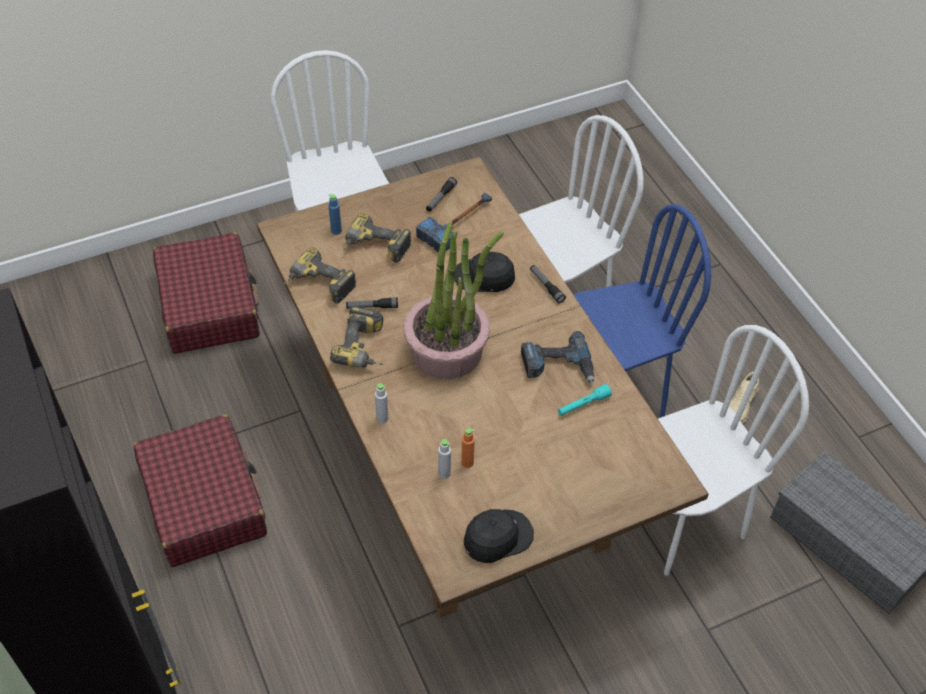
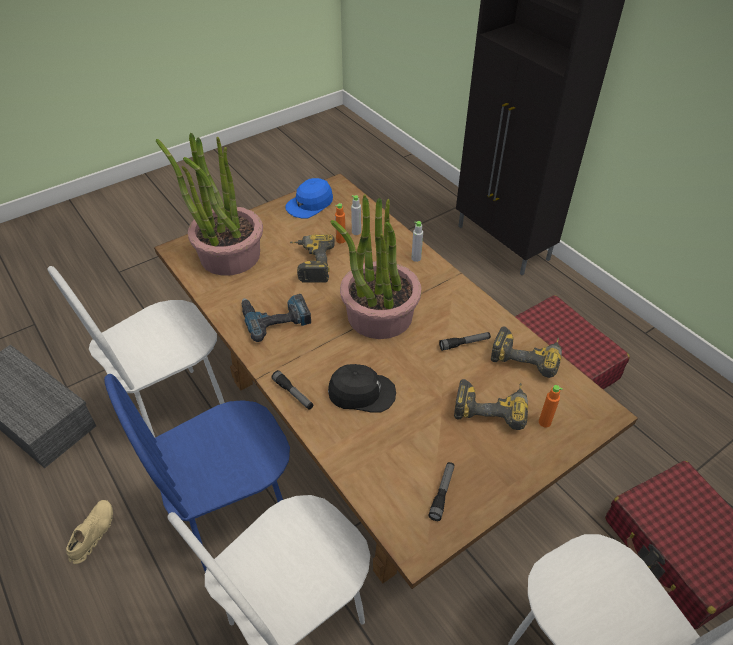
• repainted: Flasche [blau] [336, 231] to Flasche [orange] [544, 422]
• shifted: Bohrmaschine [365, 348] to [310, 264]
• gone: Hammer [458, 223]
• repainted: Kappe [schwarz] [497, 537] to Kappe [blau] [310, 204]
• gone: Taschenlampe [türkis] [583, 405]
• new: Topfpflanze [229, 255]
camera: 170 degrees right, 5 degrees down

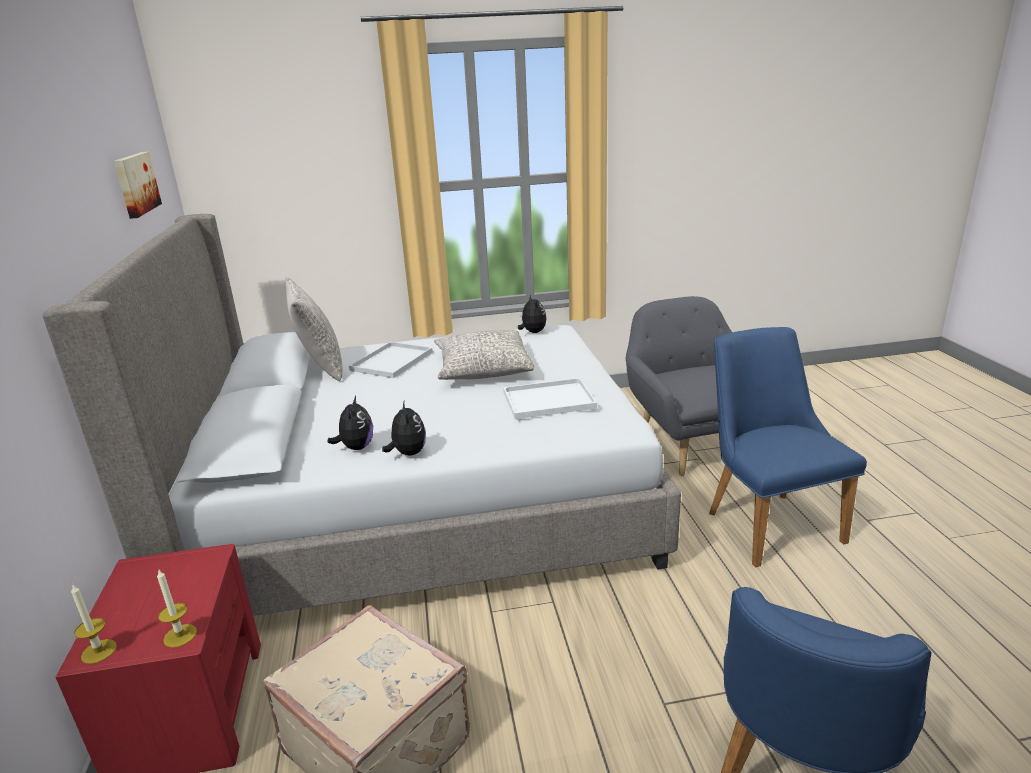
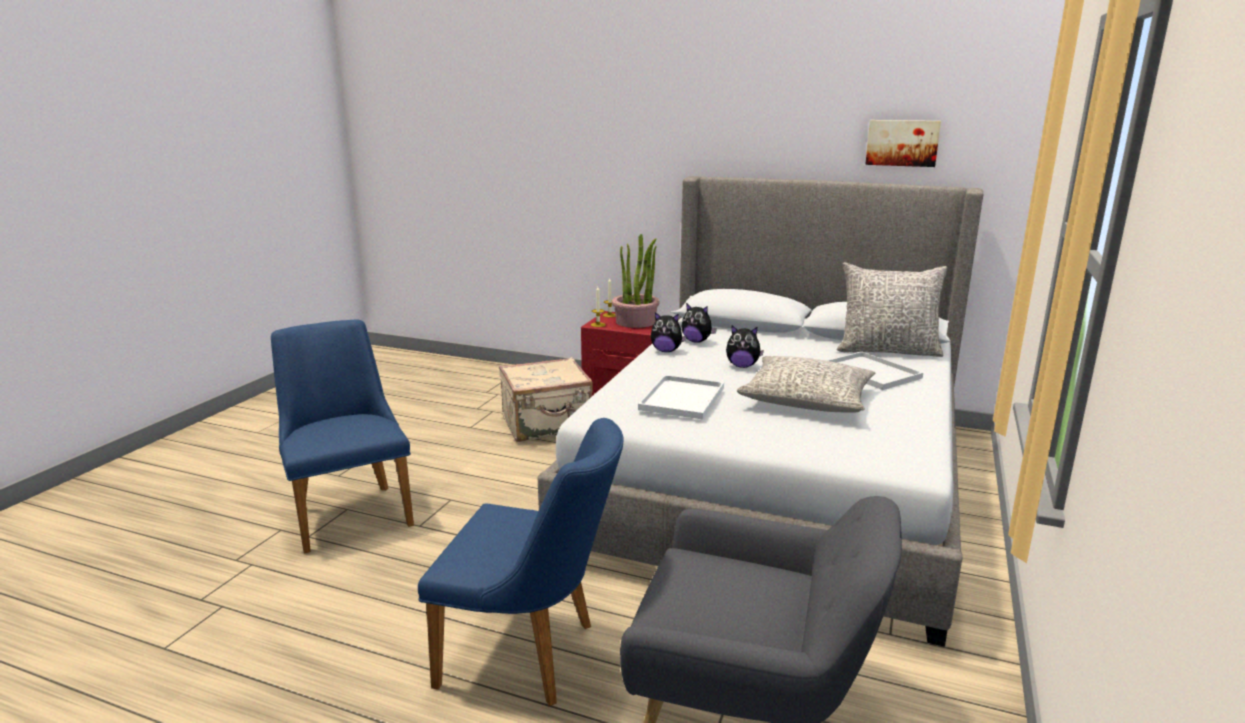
• shifted: Plüschtier [532, 332] to [742, 366]
• new: Topfpflanze [636, 322]
camera: 120 degrees right, 5 degrees down

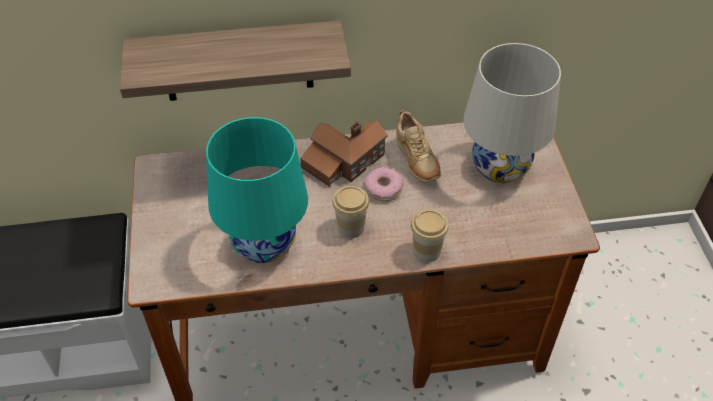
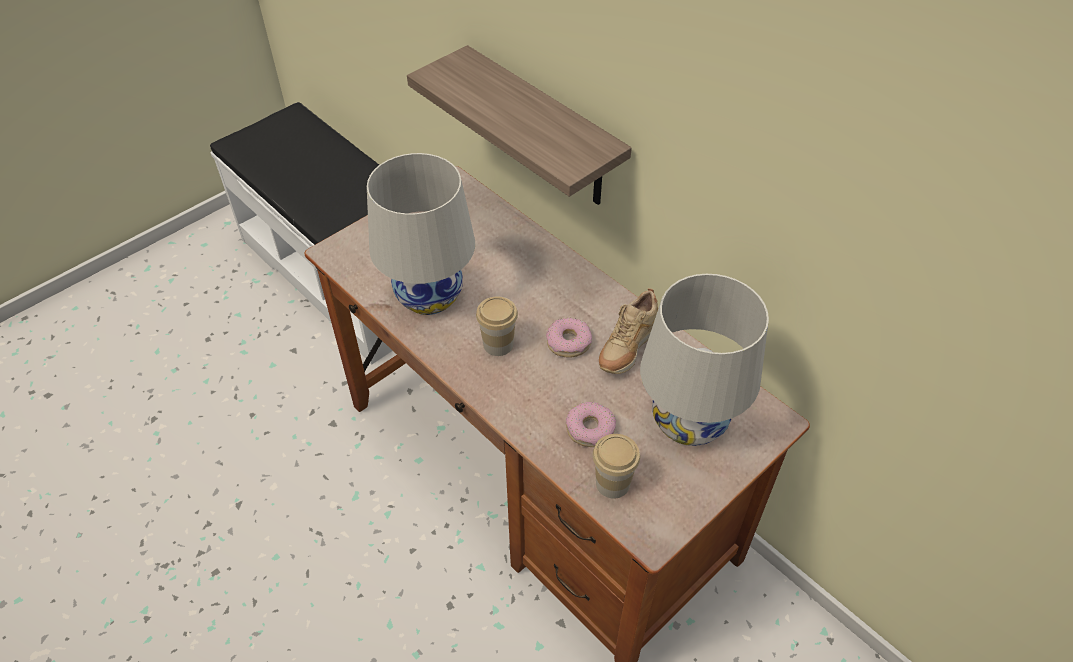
• repainted: Tischlampe [türkis] [264, 243] to Tischlampe [weiß] [429, 295]
• gone: Spielzeughaus [343, 161]
• shifted: Tasse [426, 251] to [612, 483]
• new: Donut [590, 429]
camera: 55 degrees right, 0 degrees up

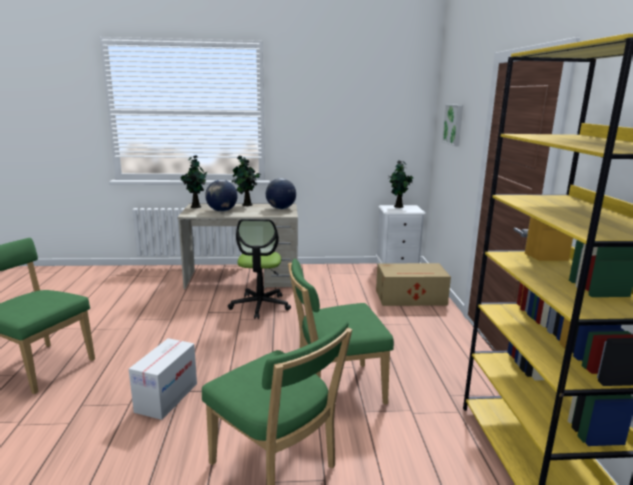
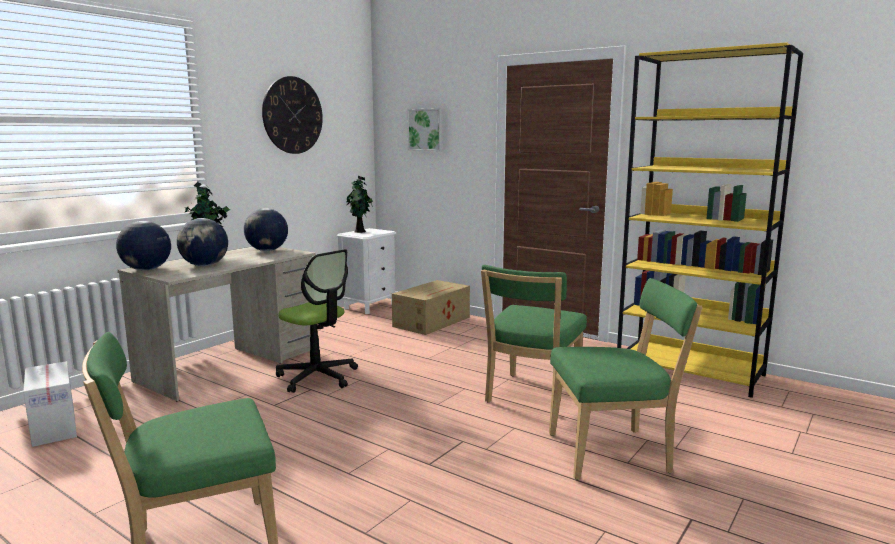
• shifted: Karton [166, 397] to [53, 427]
• swapped: Topfpflanze [195, 206] to Globus [146, 269]
• new: Wanduhr [292, 115]
camera: 50 degrees left, 5 degrees down

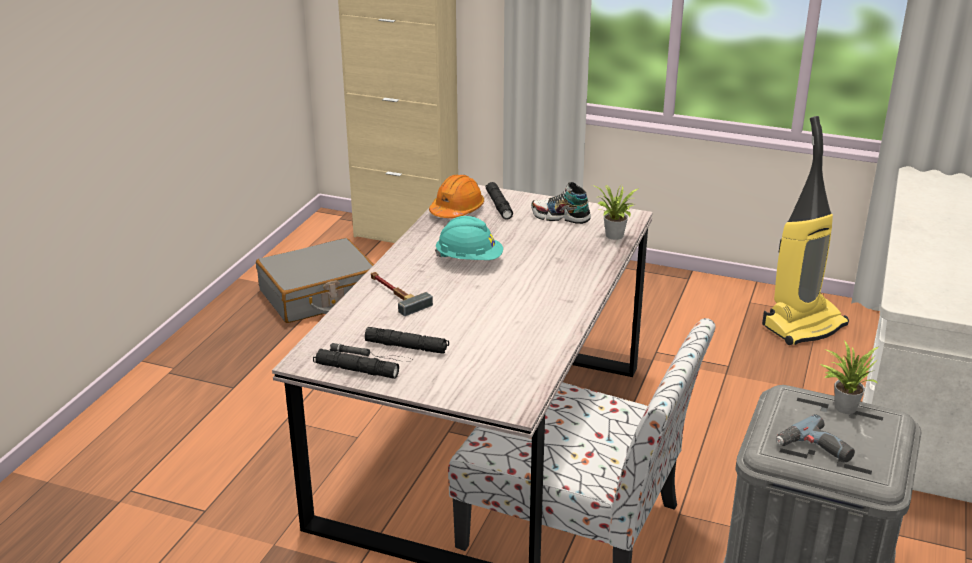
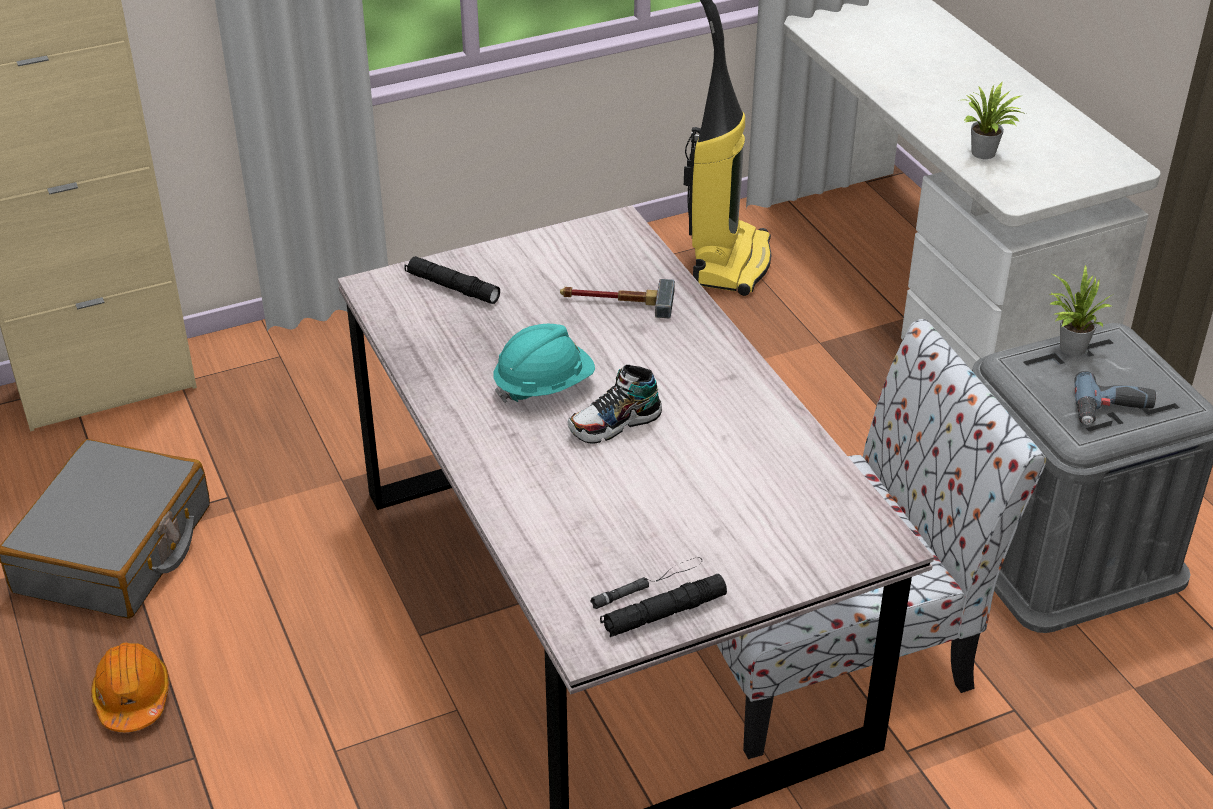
• gone: Taschenlampe [schwarz] [406, 347]
• shifted: Hammer [394, 294] to [616, 301]
• shifted: Schutzhelm [orange] [457, 210] to [132, 698]
• shifted: Schuh [560, 217] to [615, 424]
• shifted: Topfpflanze [614, 236] to [985, 154]
camera: 45 degrees left, 10 degrees up

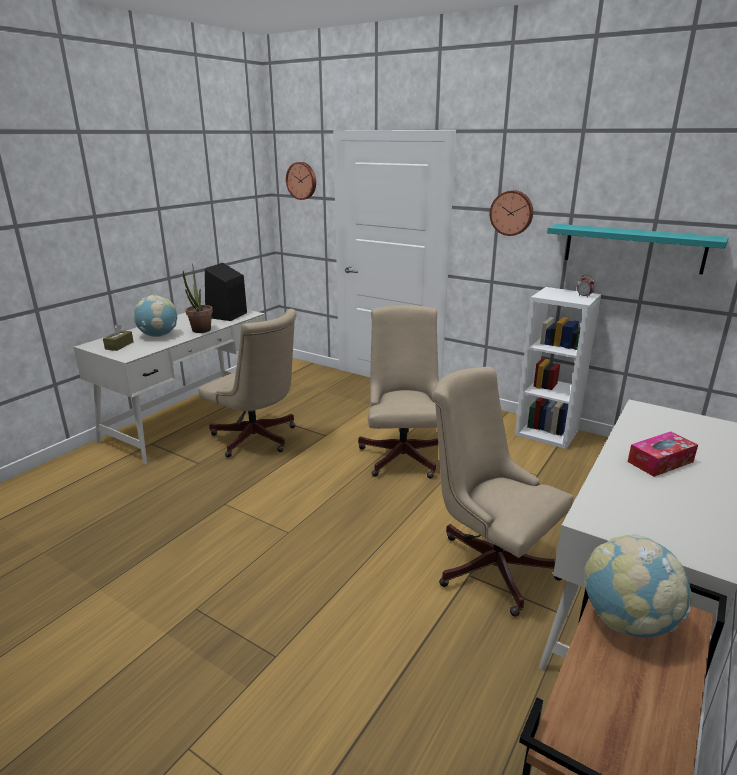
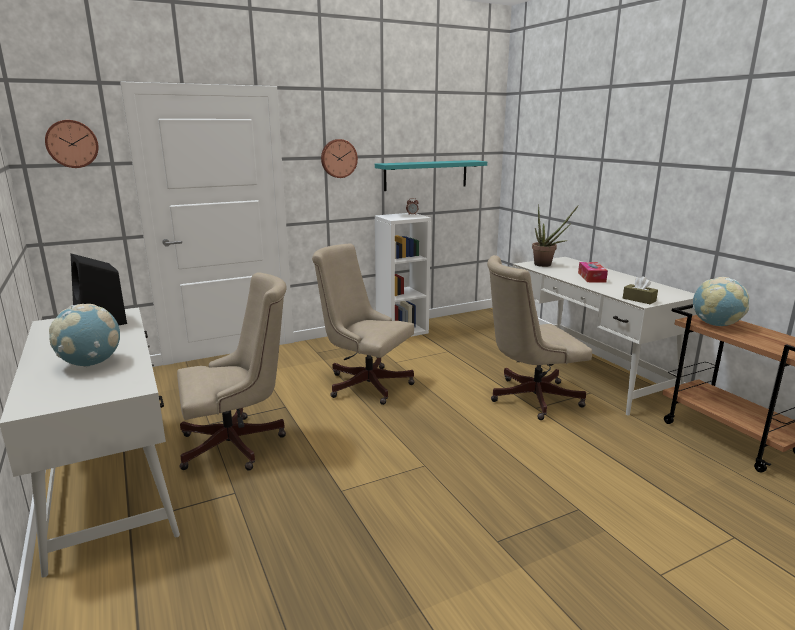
• shifted: Taschentuchbox [braun] [119, 345] to [639, 299]
• shifted: Topfpflanze [200, 331] to [546, 265]
camera: 60 degrees left, 5 degrees down

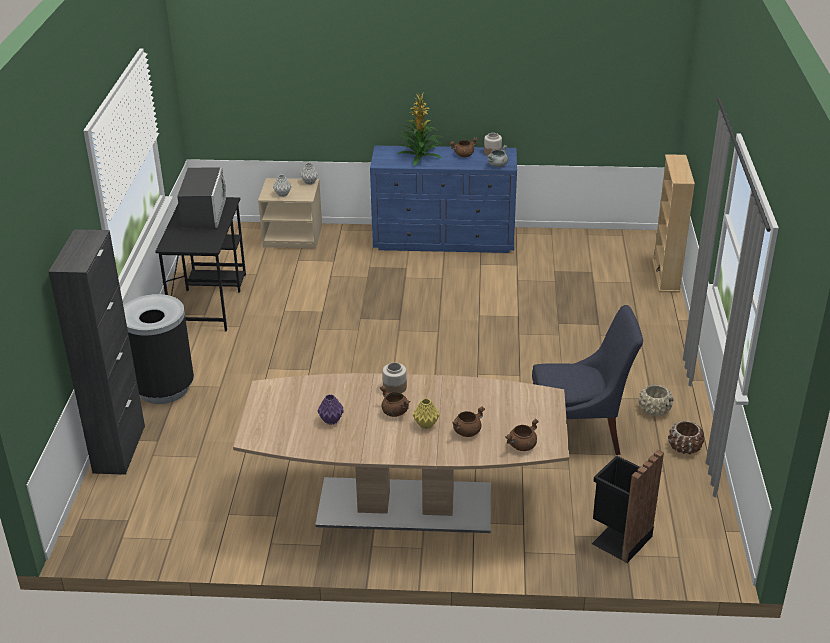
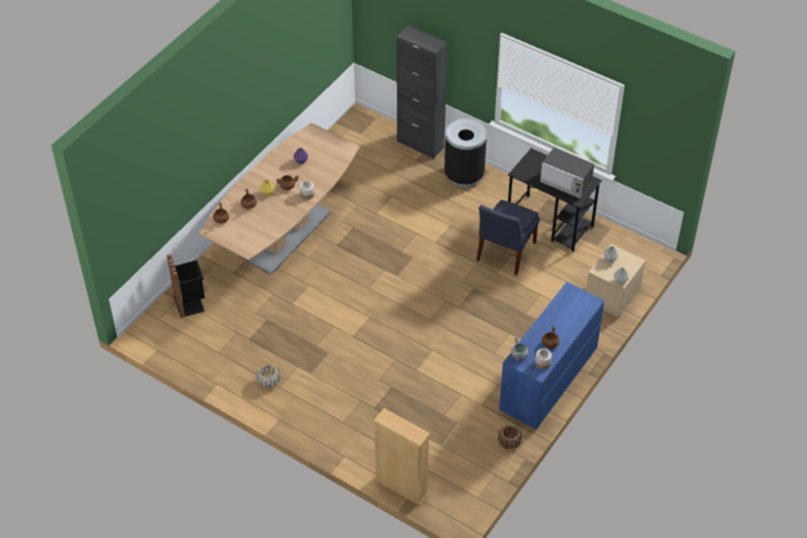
• gone: Topfpflanze [420, 156]
• shifted: Stuhl [blau] [580, 434] to [504, 253]
• shifted: Pflanzkübel [braun] [684, 447] to [509, 442]
camera: 120 degrees right, 15 degrees up

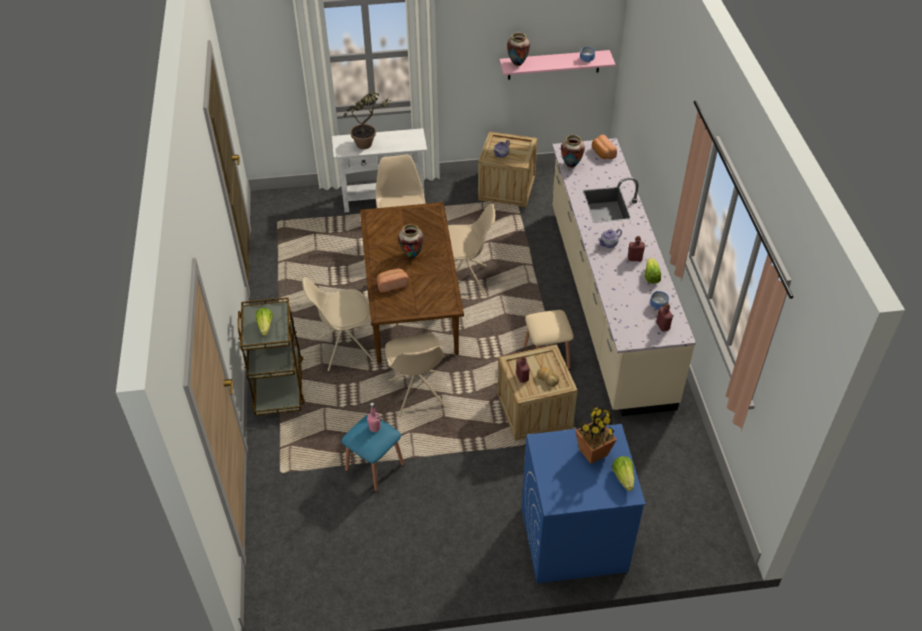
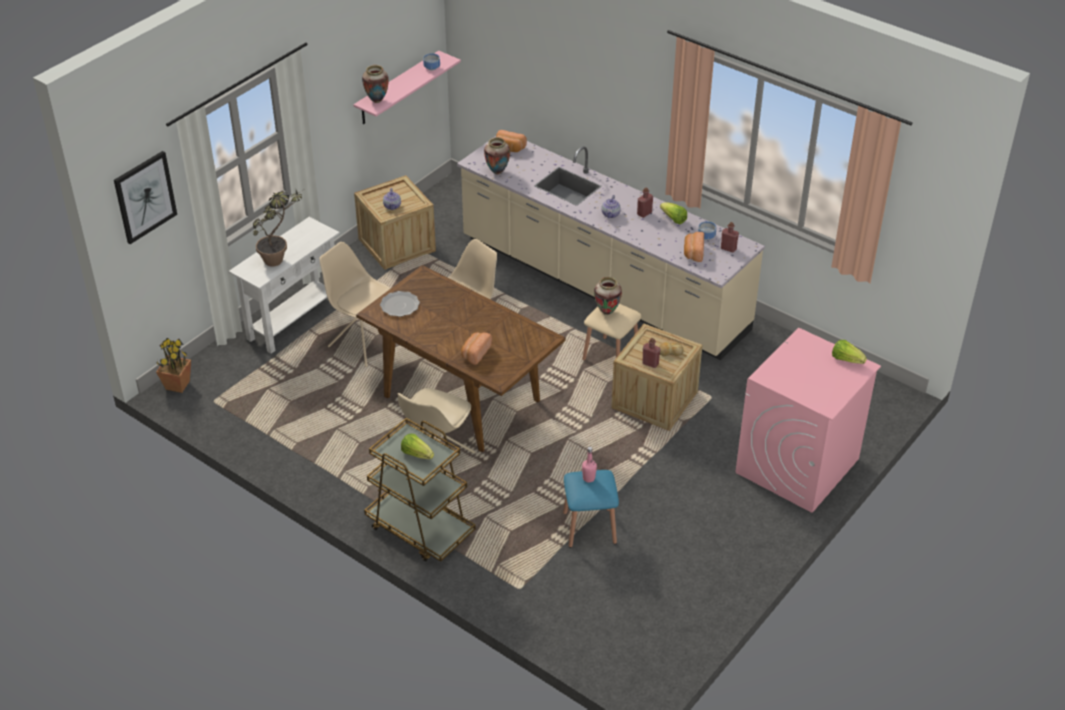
• gone: Stuhl [beige] [417, 395]
• shifted: Vase [412, 255] to [607, 312]
• repainted: Waschmaschine [blau] [572, 539] to Waschmaschine [rosa] [797, 466]
• shifted: Topfpflanze [593, 452] to [177, 385]
• new: Bild [145, 197]
• new: Teller [399, 305]
• new: Brot [693, 253]
camera: 45 degrees left, 5 degrees down

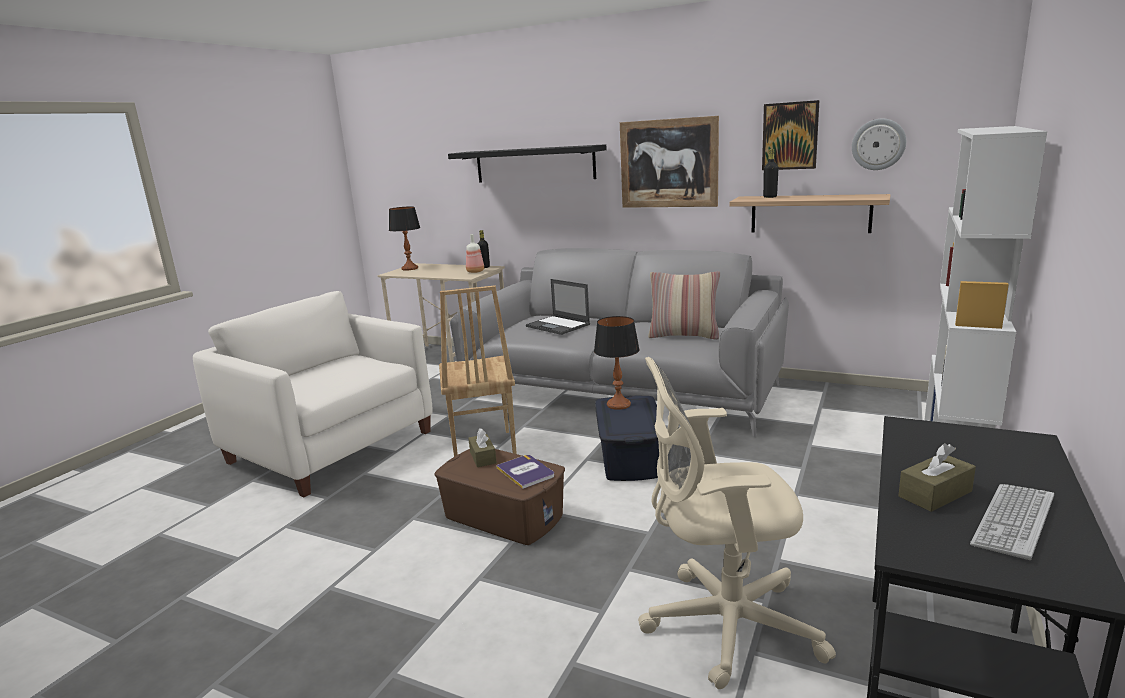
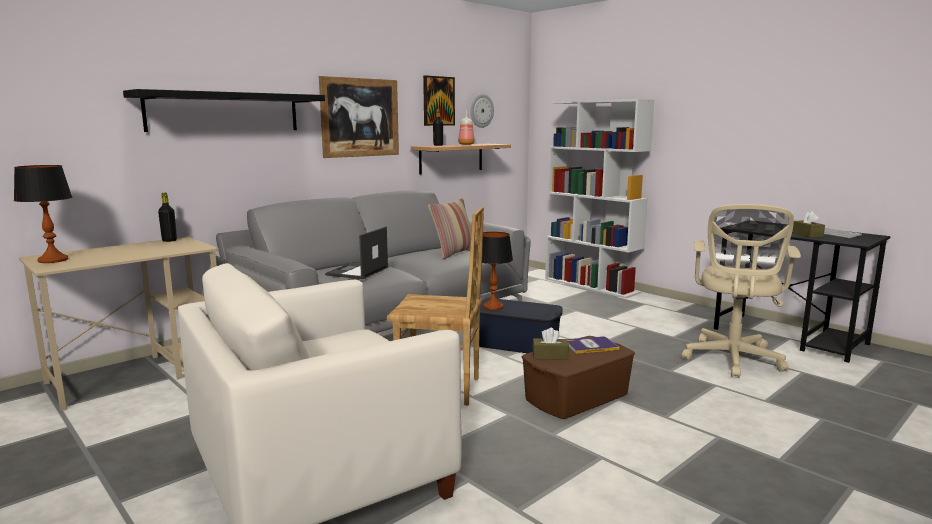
• shifted: Flasche [474, 271] to [466, 144]
• rotated: Laptop [558, 325] = [357, 271] 135 degrees clockwise
camera: 70 degrees left, 5 degrees down

